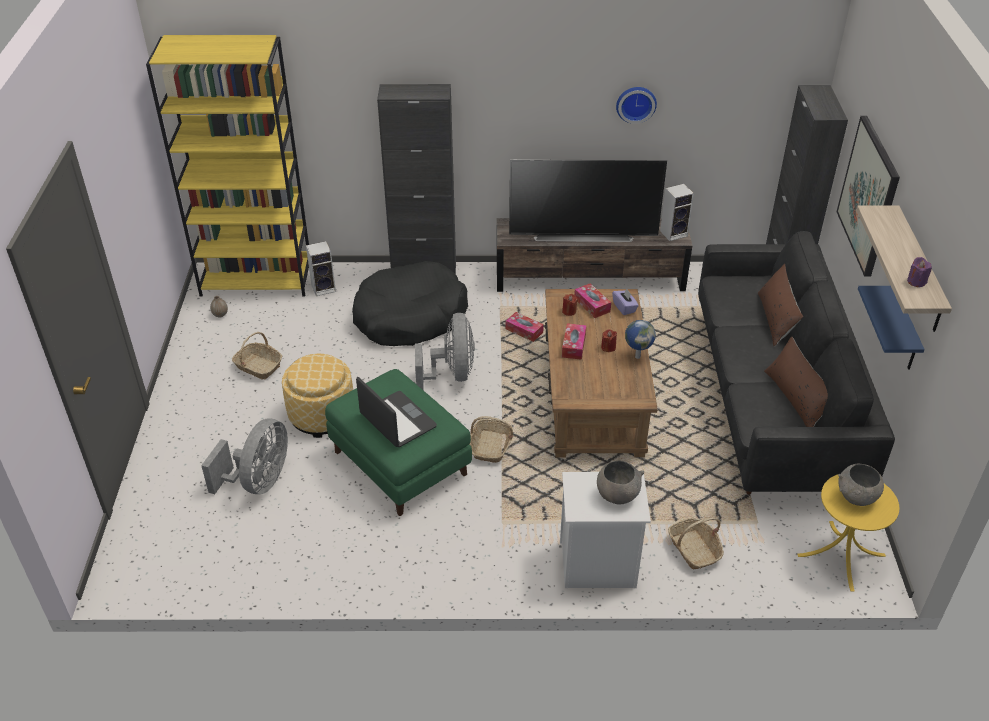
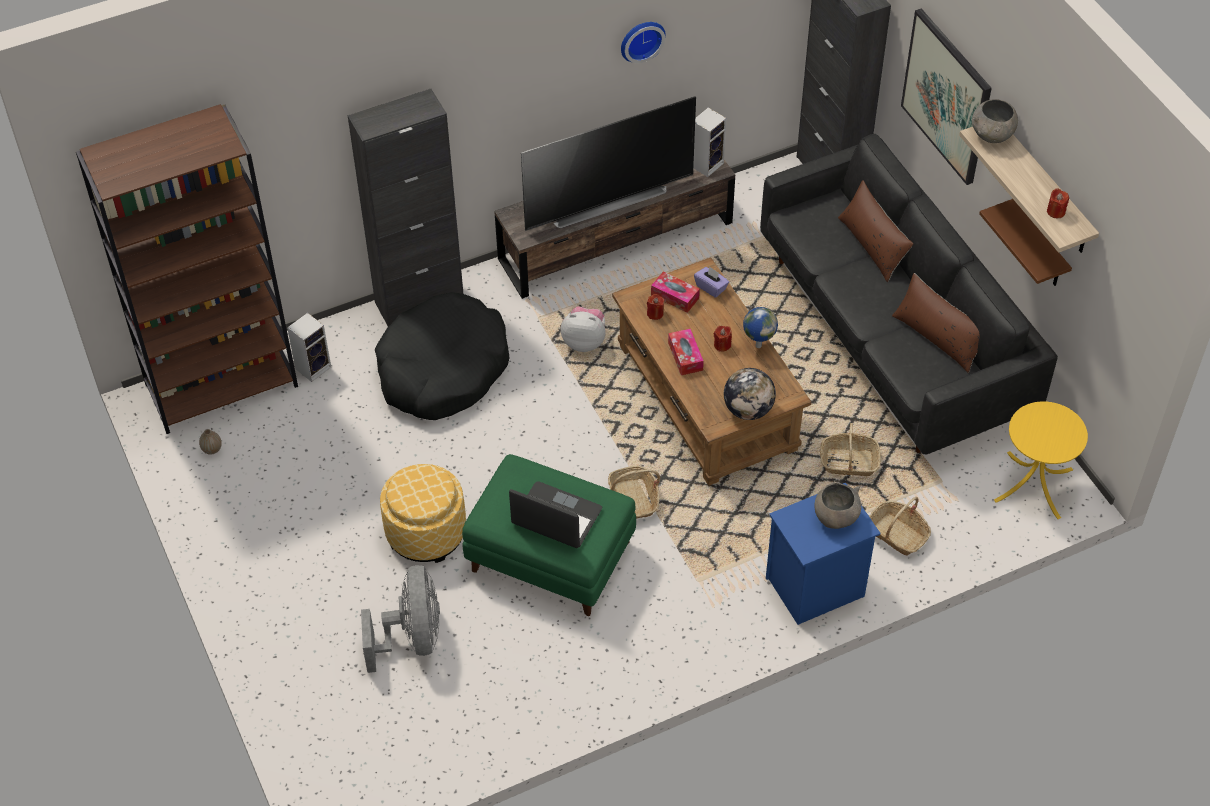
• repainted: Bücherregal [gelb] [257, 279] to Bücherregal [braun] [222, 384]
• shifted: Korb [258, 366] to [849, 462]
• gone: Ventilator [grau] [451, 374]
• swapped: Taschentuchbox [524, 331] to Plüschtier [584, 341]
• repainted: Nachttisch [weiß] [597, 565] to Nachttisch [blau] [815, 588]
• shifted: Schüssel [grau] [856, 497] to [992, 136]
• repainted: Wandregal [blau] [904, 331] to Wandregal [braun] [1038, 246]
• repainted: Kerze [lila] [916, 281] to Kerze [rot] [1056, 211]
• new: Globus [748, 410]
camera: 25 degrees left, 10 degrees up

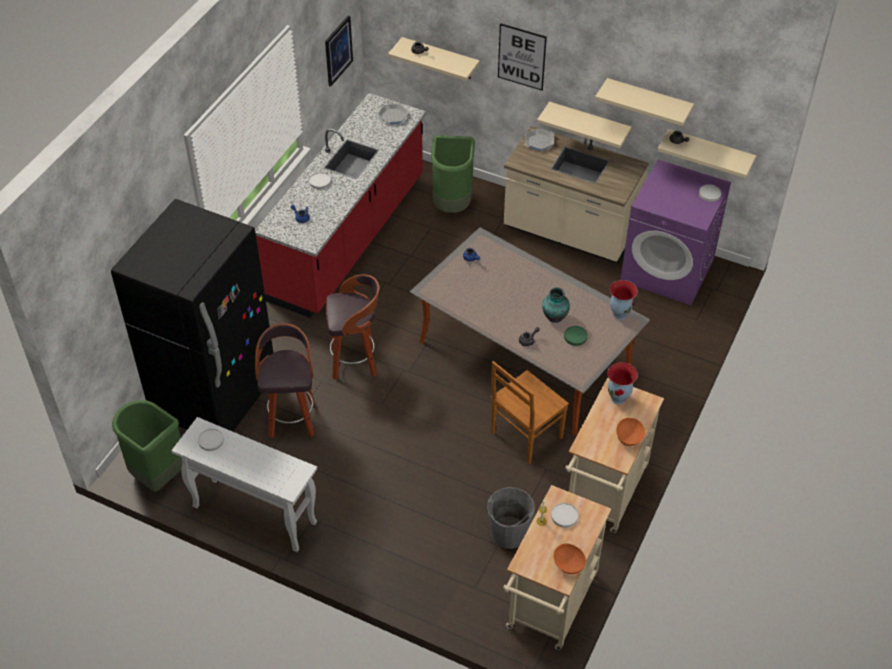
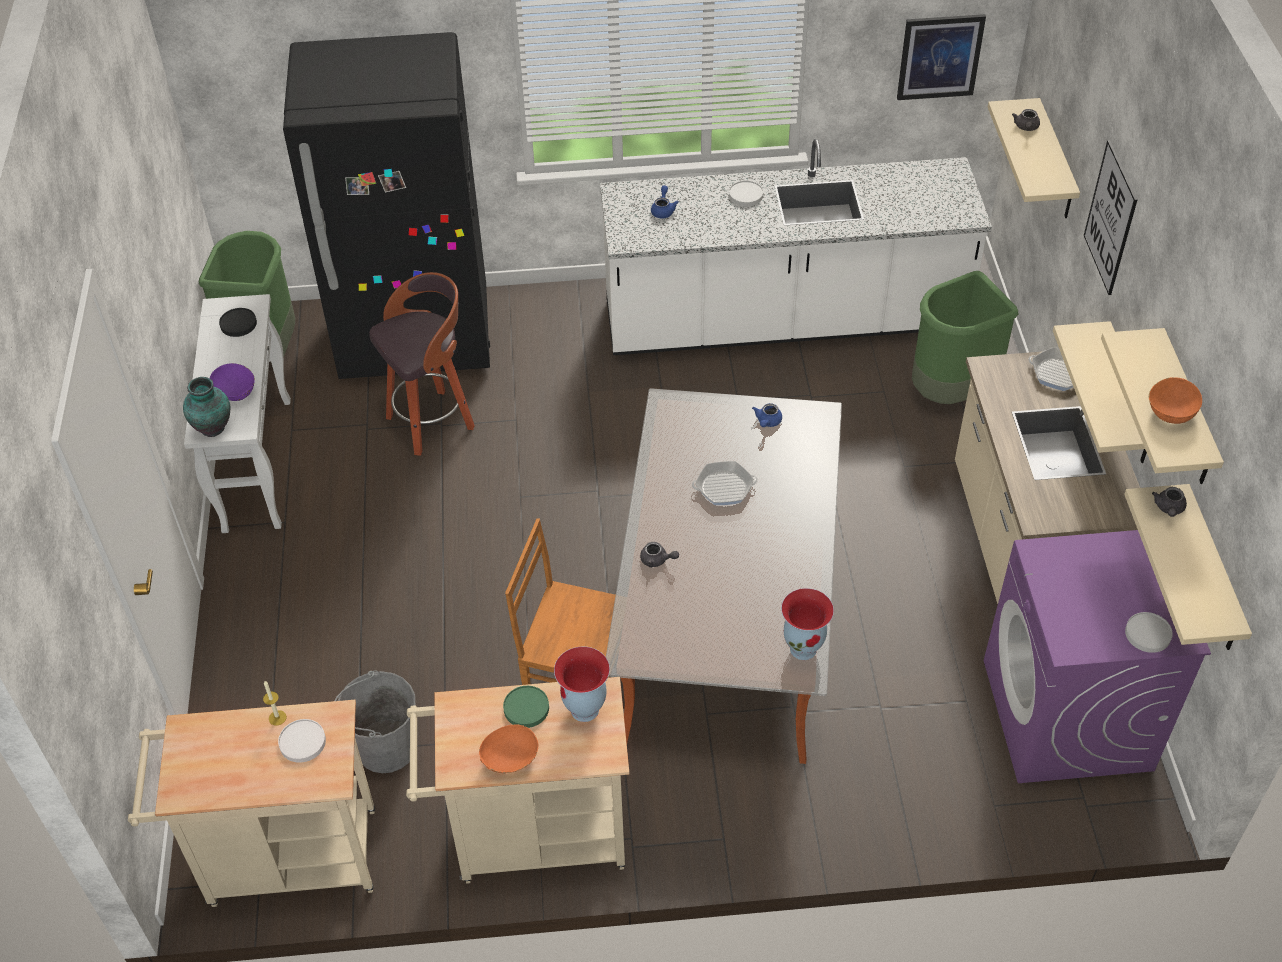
• repainted: Teller [weiß] [211, 440] to Teller [schwarz] [238, 324]
• repainted: Küchenzeile [rot] [348, 238] to Küchenzeile [weiß] [784, 321]
• gone: Hocker [355, 361]
• shifted: Pfanne [393, 116] to [724, 487]
• shifted: Vase [554, 317] to [213, 427]
• shifted: Schüssel [orange] [568, 564] to [1170, 412]
• shifted: Teller [grün] [575, 337] to [526, 708]
• new: Schüssel [lila] [236, 392]
camera: 60 degrees right, 0 degrees up

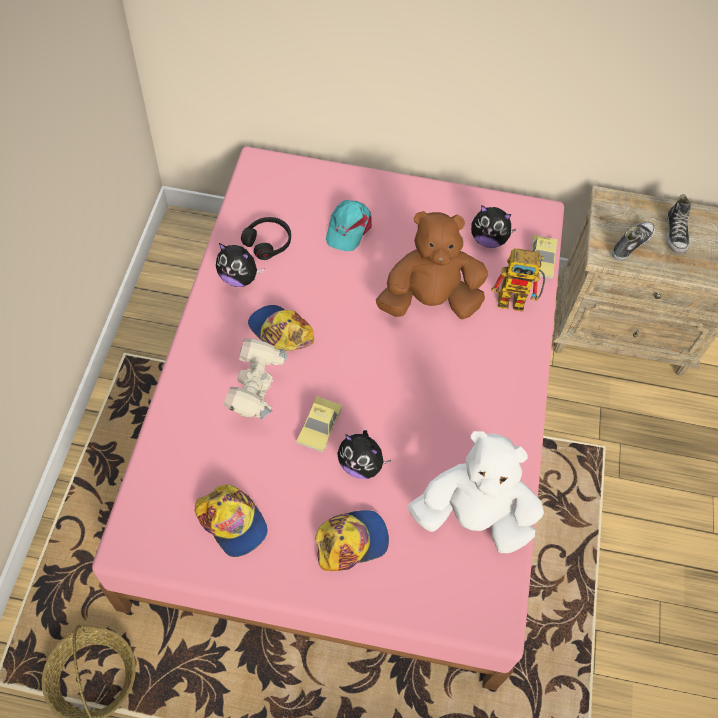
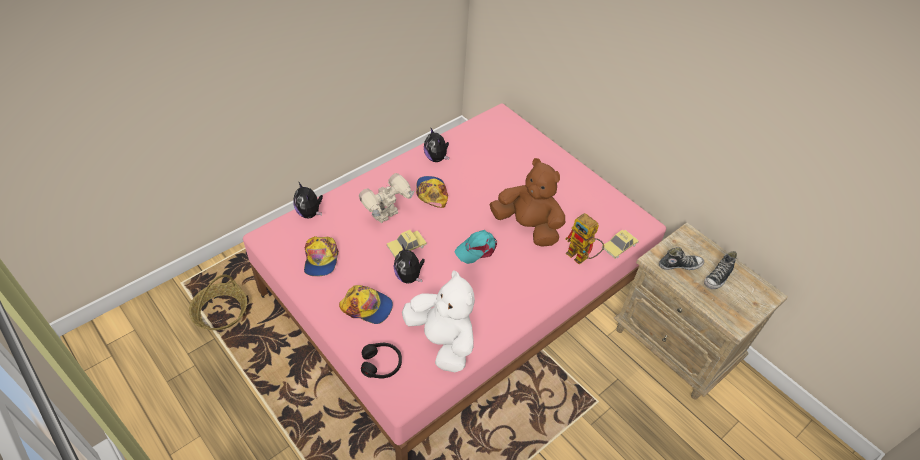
• shifted: Kopfhörer [schwarz] [268, 242] to [381, 364]
• shifted: Kappe [türkis] [348, 228] to [477, 249]
• shifted: Plüschtier [488, 240] to [310, 213]
camera: 40 degrees right, 10 degrees down

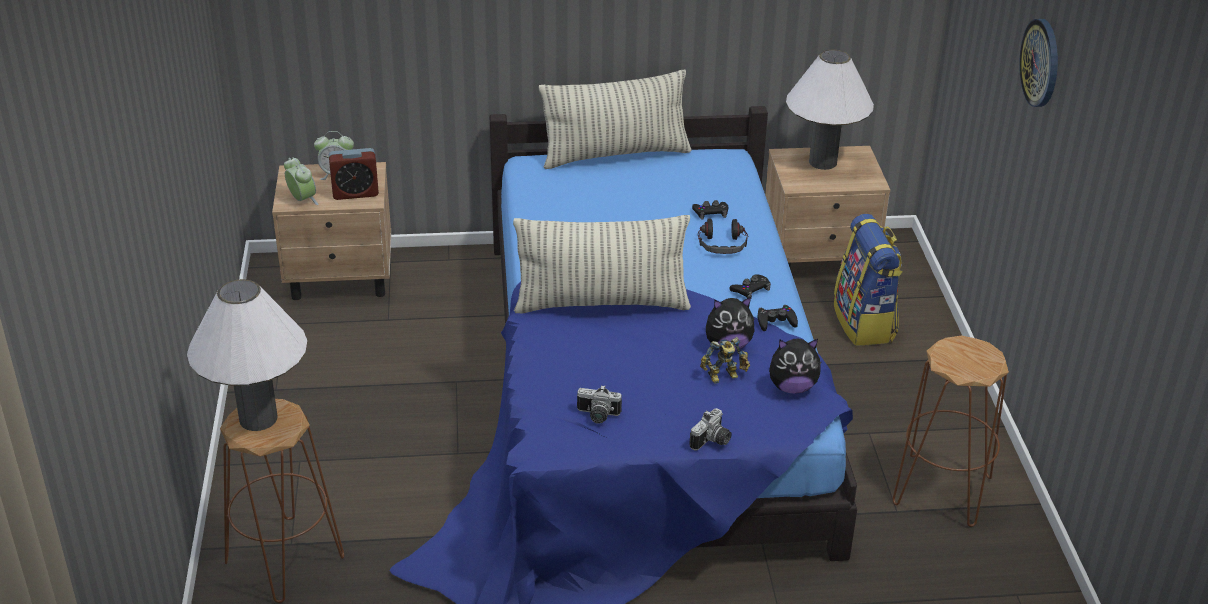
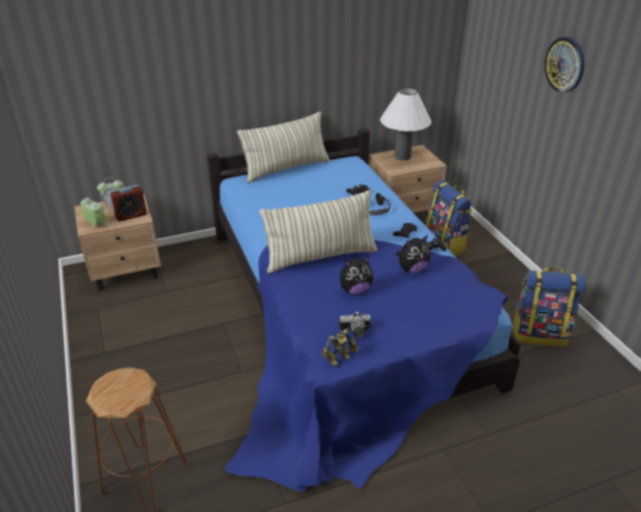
• gone: Tischlampe [weiß] [258, 418]
• gone: Kamera [712, 441]
• shifted: Spielzeugroboter [724, 377] to [340, 359]
• shifted: Plüschtier [792, 387] to [355, 290]
• swapped: Hocker [braun] [943, 490] to Rucksack [539, 333]
camera: 15 degrees left, 0 degrees up

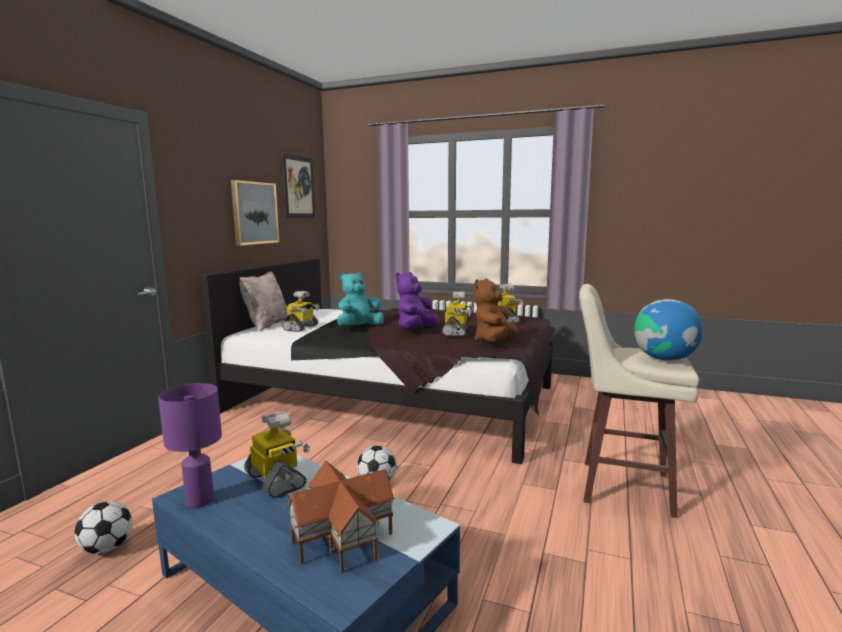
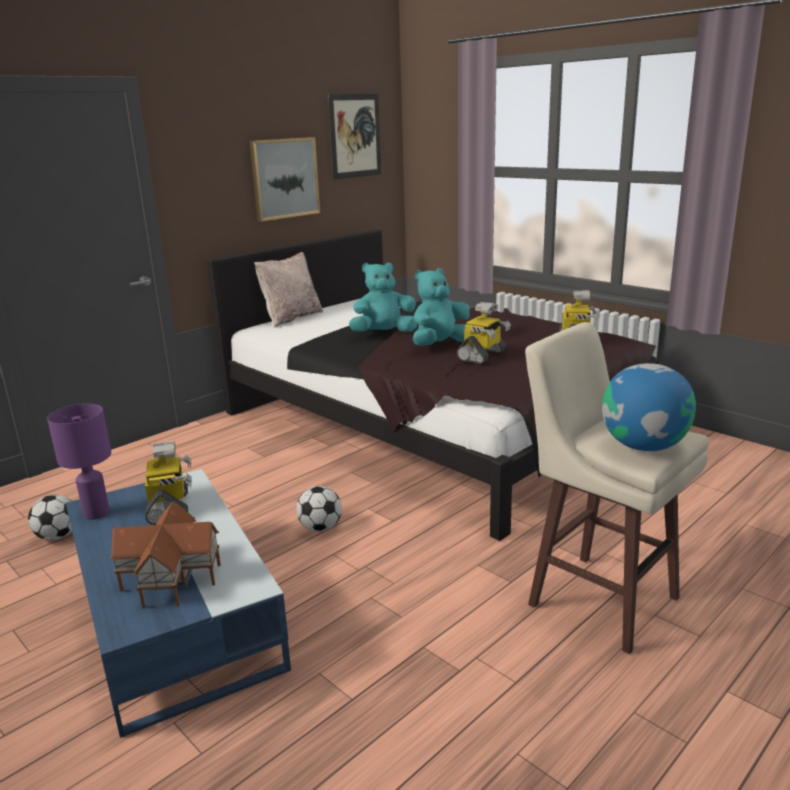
• gone: Spielzeugroboter [301, 328]
• repainted: Plüschtier [lila] [415, 329] to Plüschtier [türkis] [440, 345]
• gone: Plüschtier [braun] [494, 342]
camera: 25 degrees right, 10 degrees up

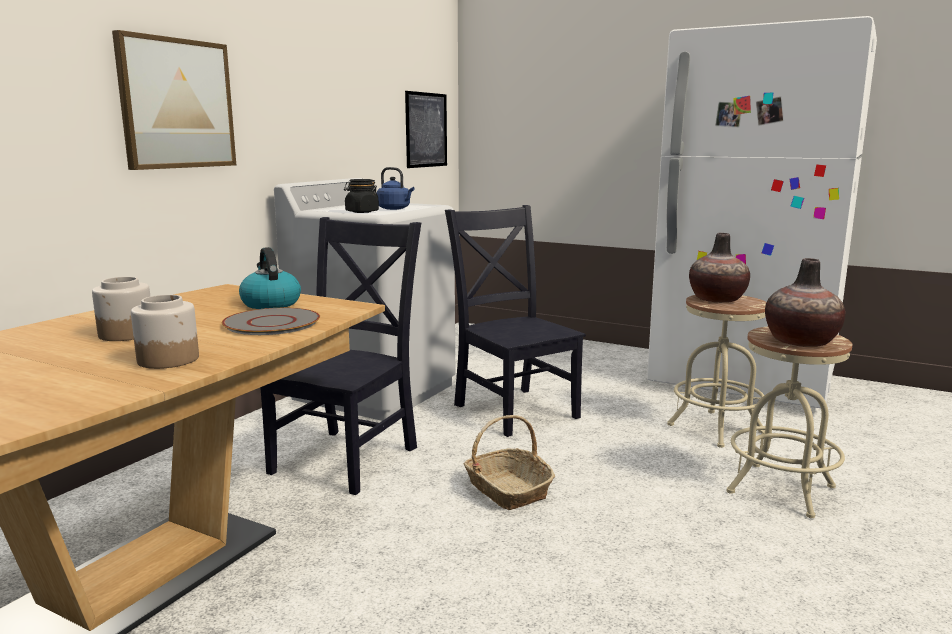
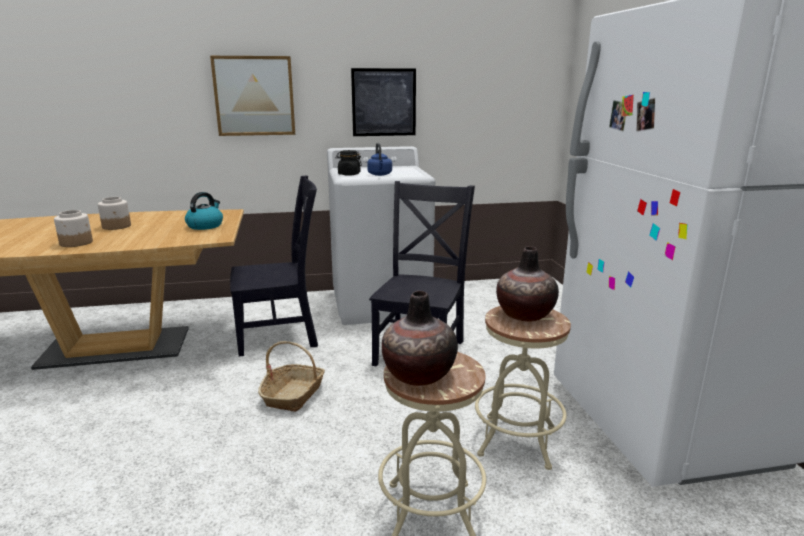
• gone: Teller [grau] [272, 323]
• shifted: Bild [426, 130] to [384, 102]
camera: 50 degrees right, 5 degrees up

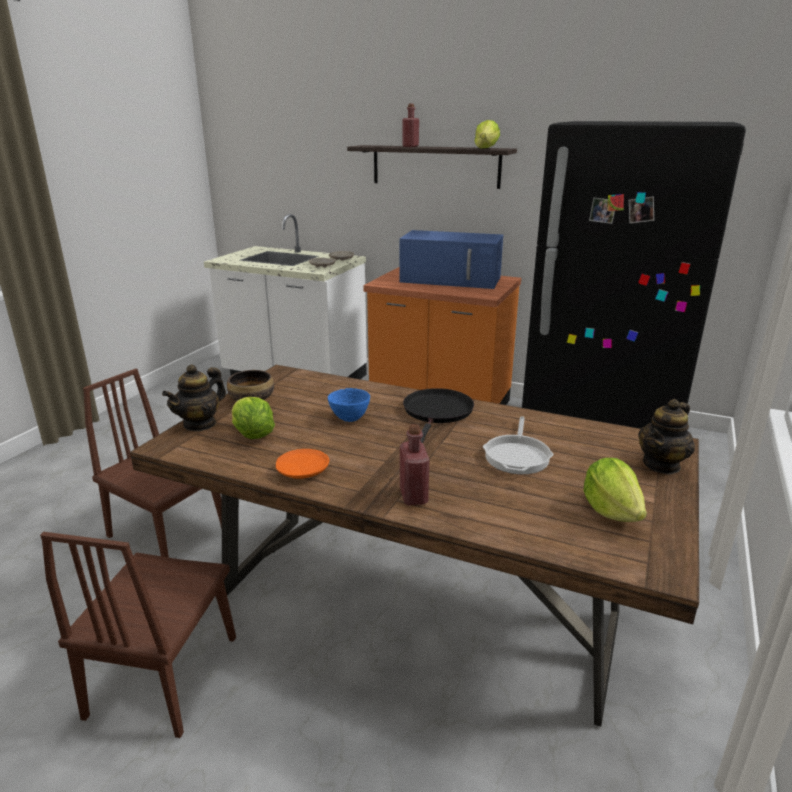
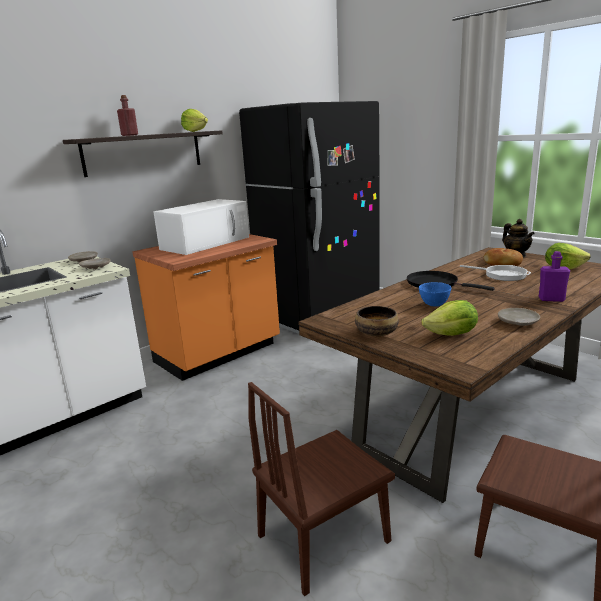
• gone: Teekanne [200, 424]
• repainted: Teller [orange] [302, 471] to Teller [beige] [517, 322]
• repainted: Mikrowelle [blau] [452, 279] to Mikrowelle [weiß] [206, 243]
• repainted: Flasche [rot] [413, 496] to Flasche [lila] [551, 299]
• new: Brot [502, 264]
camera: 65 degrees left, 5 degrees down

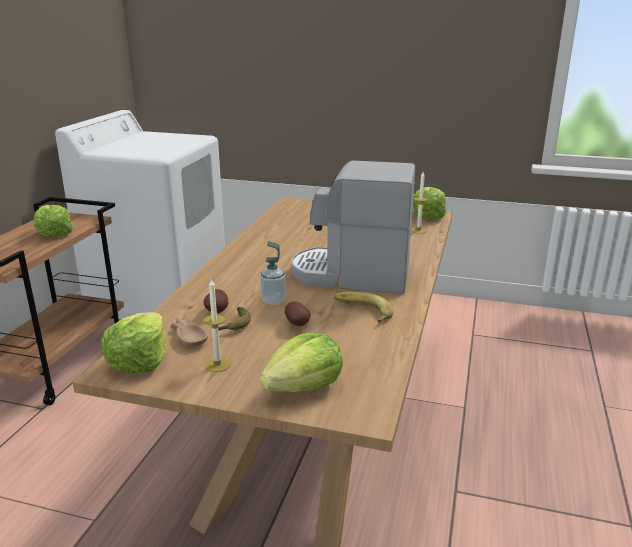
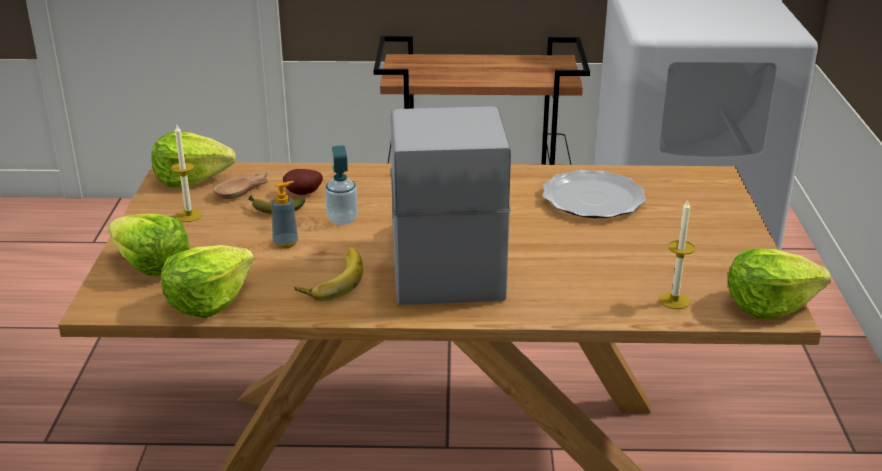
• shifted: Salatkopf [53, 233] to [208, 301]
• swapped: Kartoffel [298, 324] to Seifenspender [285, 243]
• new: Teller [592, 199]
camera: 75 degrees right, 5 degrees up

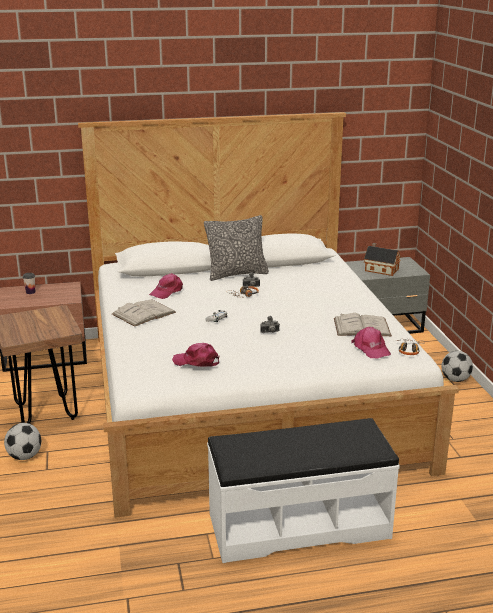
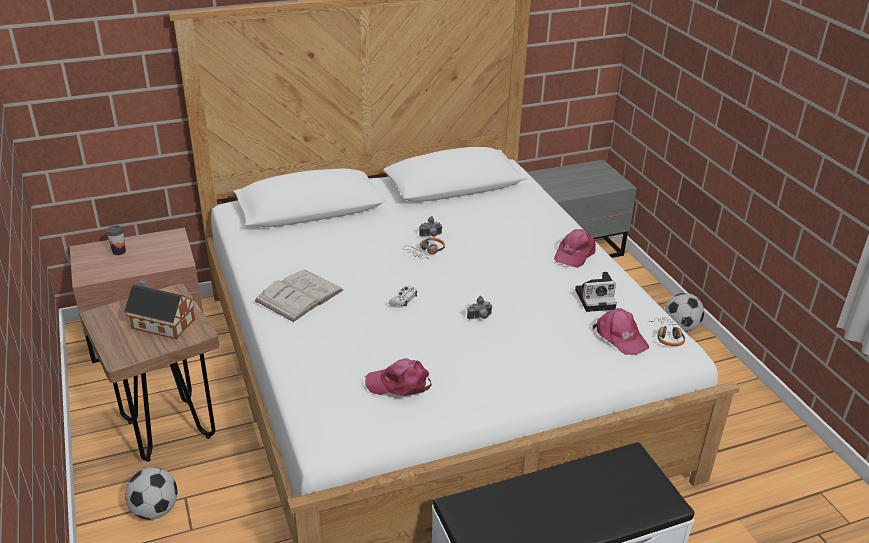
• shifted: Kappe [rosa] [167, 291] to [574, 254]
• gone: Kissen [237, 274]
• swapped: Buch [weiß] [361, 327] to Kamera [596, 299]
• shifted: Spielzeughaus [380, 269] to [161, 323]
camera: 10 degrees left, 10 degrees up

